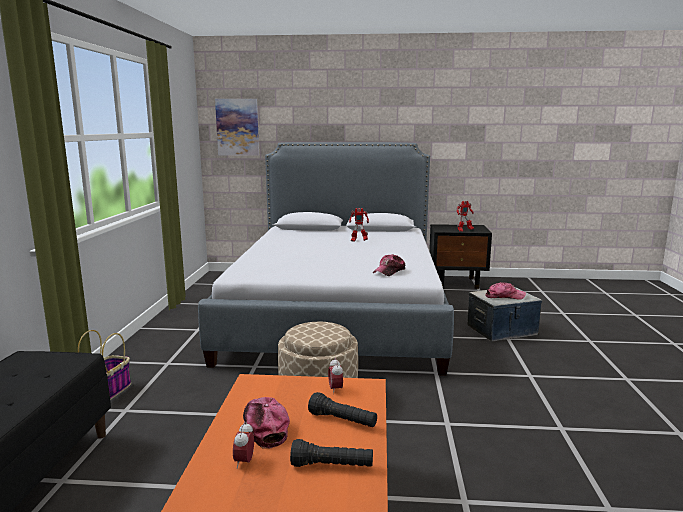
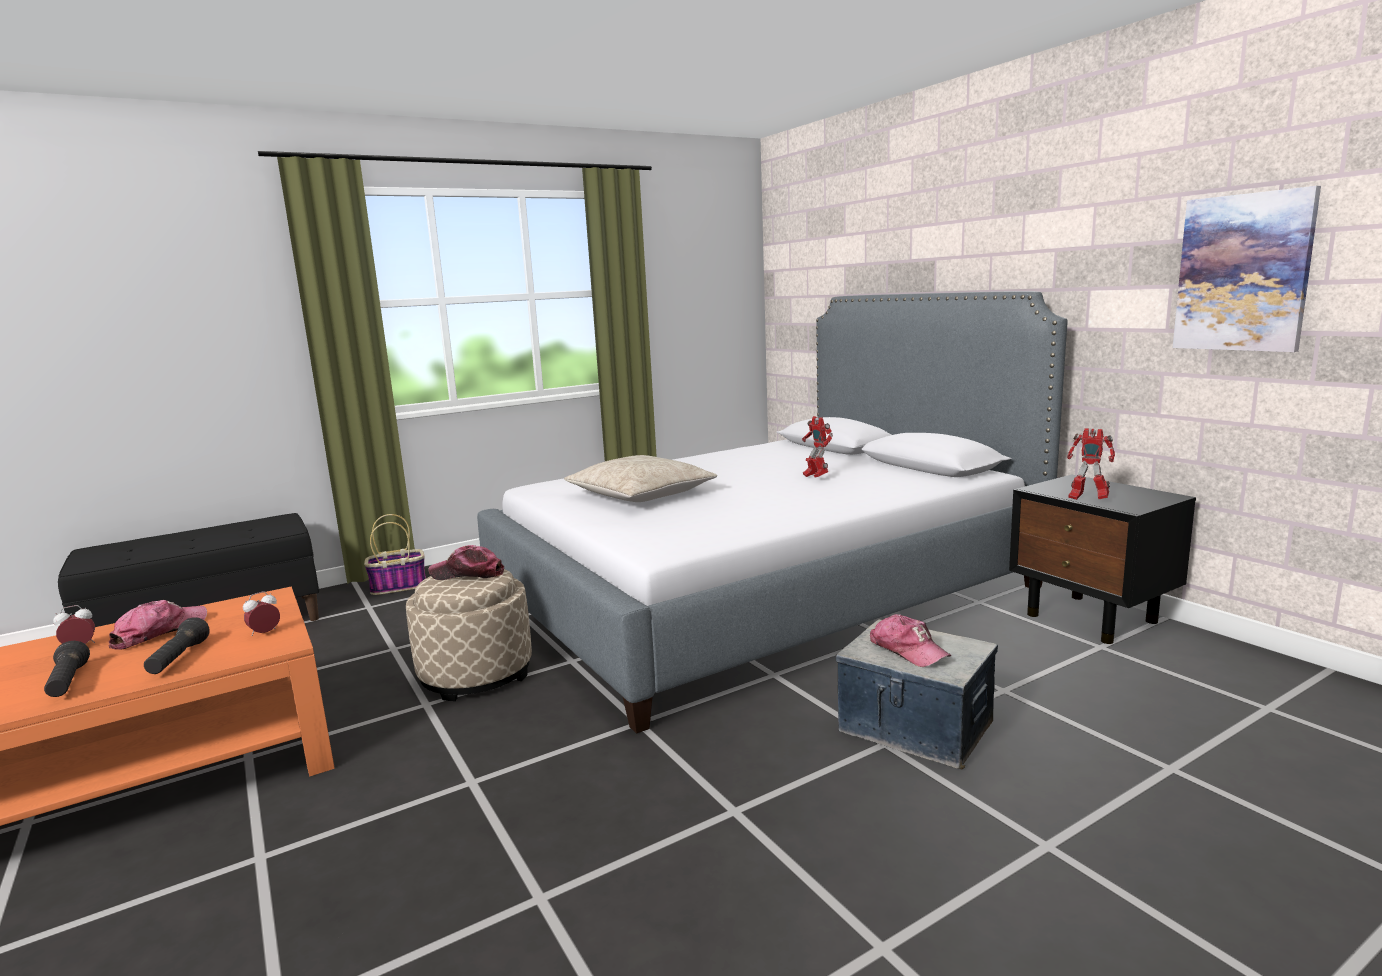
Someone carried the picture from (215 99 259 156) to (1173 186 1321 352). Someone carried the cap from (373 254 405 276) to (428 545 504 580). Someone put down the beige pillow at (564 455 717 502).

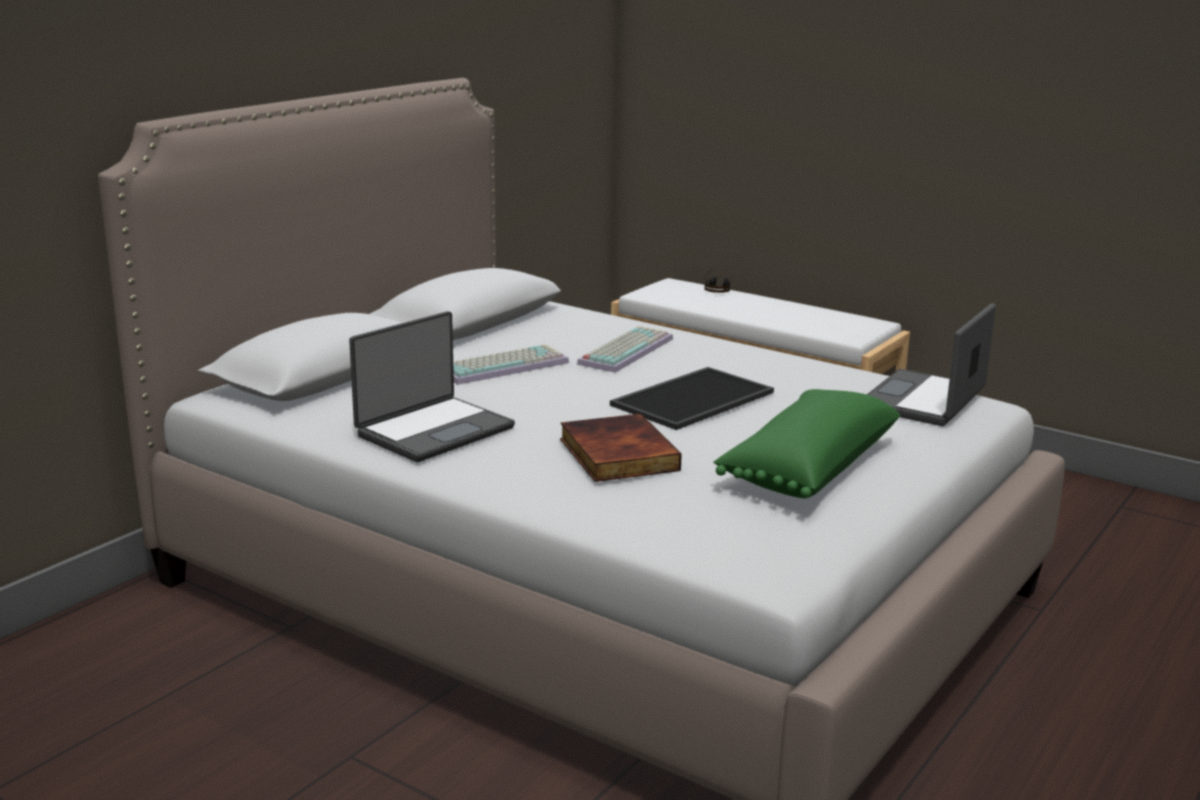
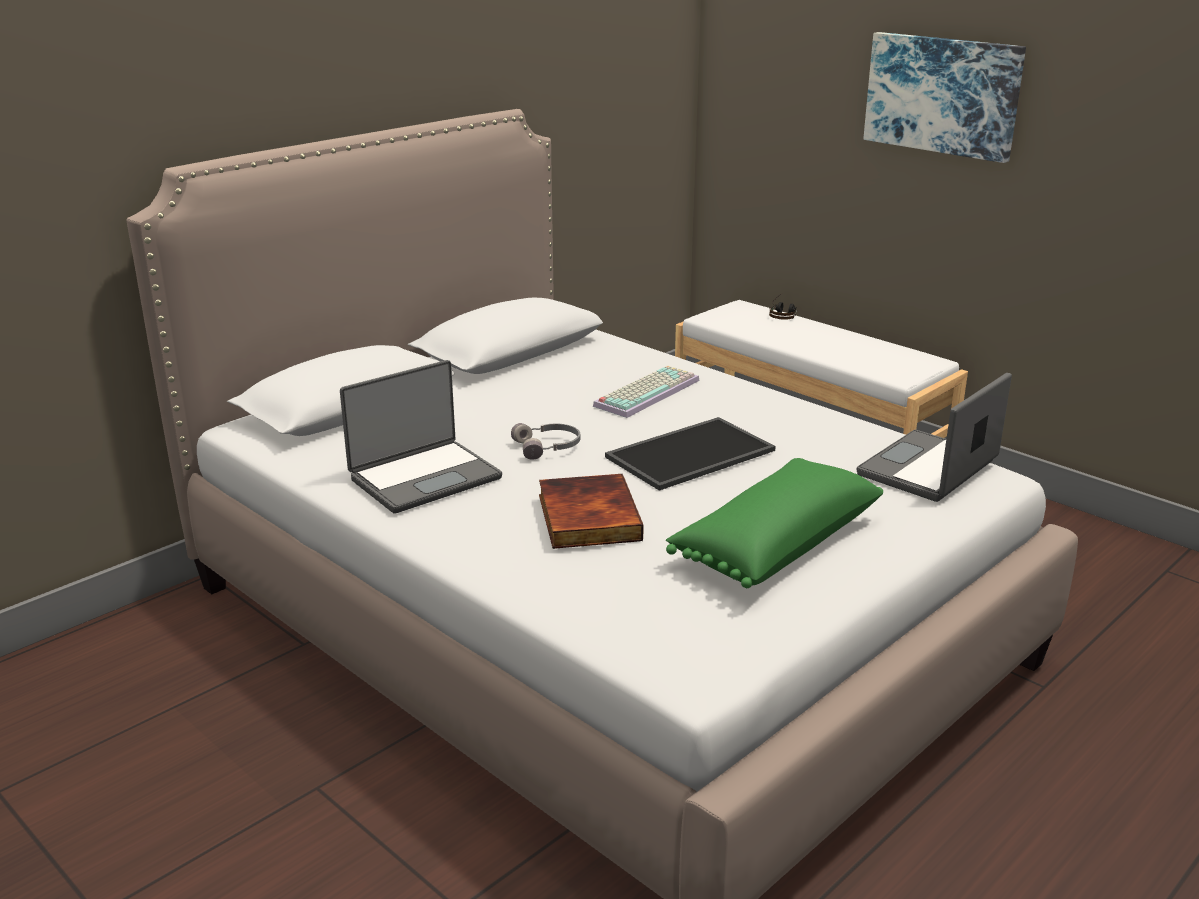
Someone took away the keyboard at (453 344 569 385). Someone put down the grey headphones at (511 423 580 460). Someone put up the picture at (864 32 1026 163).

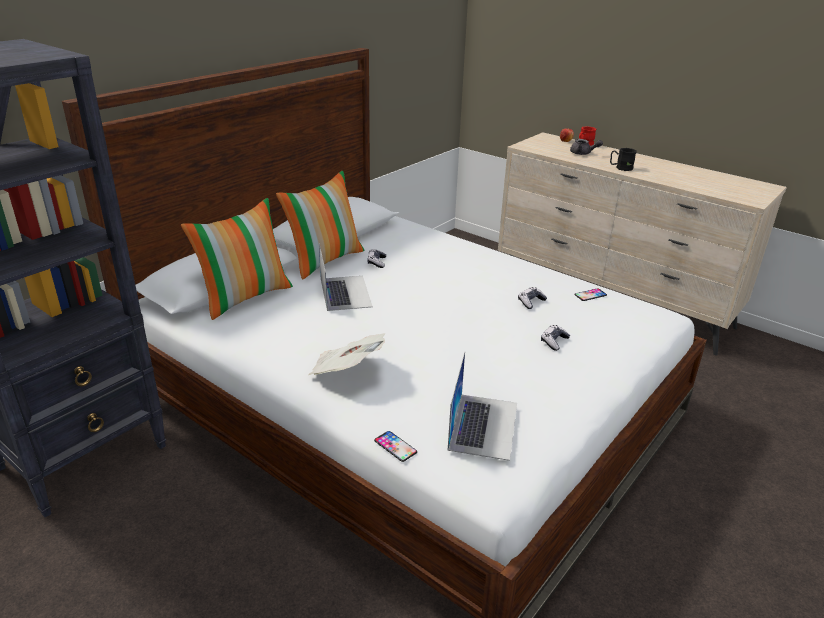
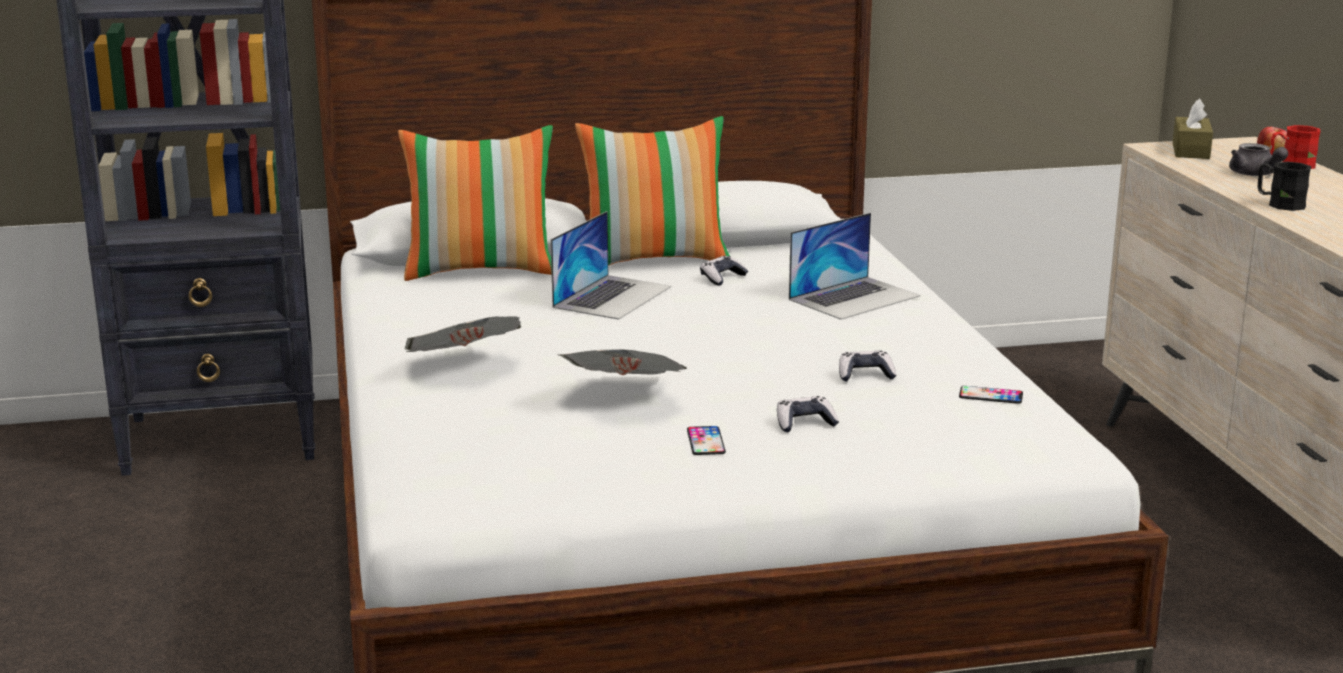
Someone carried the phone from (374 431 417 462) to (687 426 726 455). Someone carried the laptop from (448 352 517 461) to (789 213 920 320). Someone put down the newspaper at (557 349 686 375). Someone put down the brown tissue box at (1172 98 1213 159).

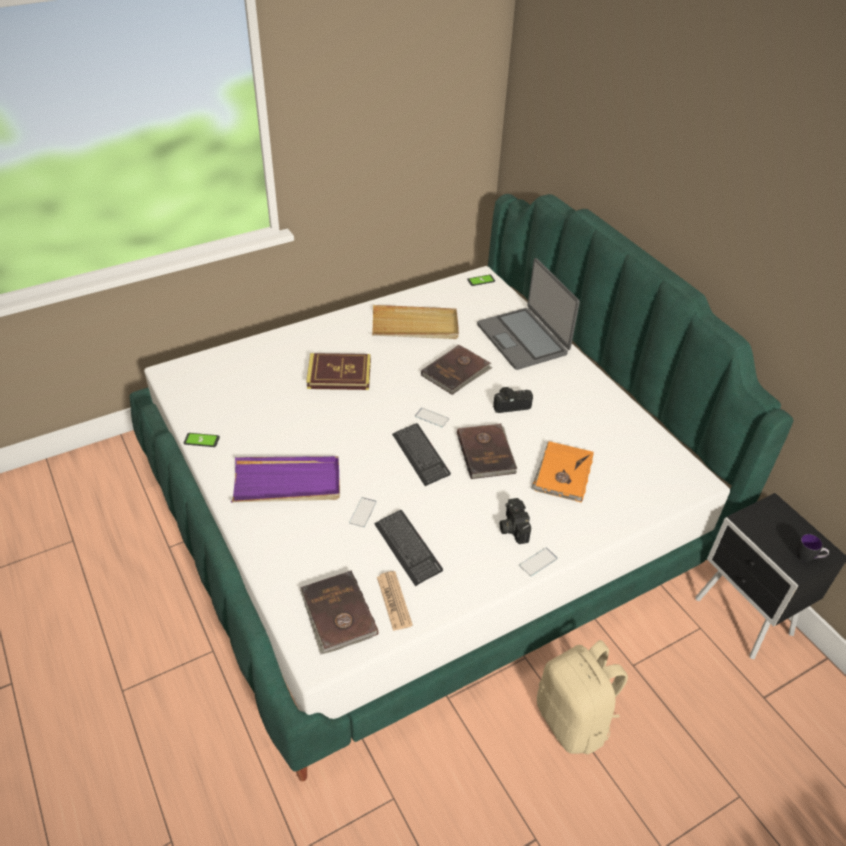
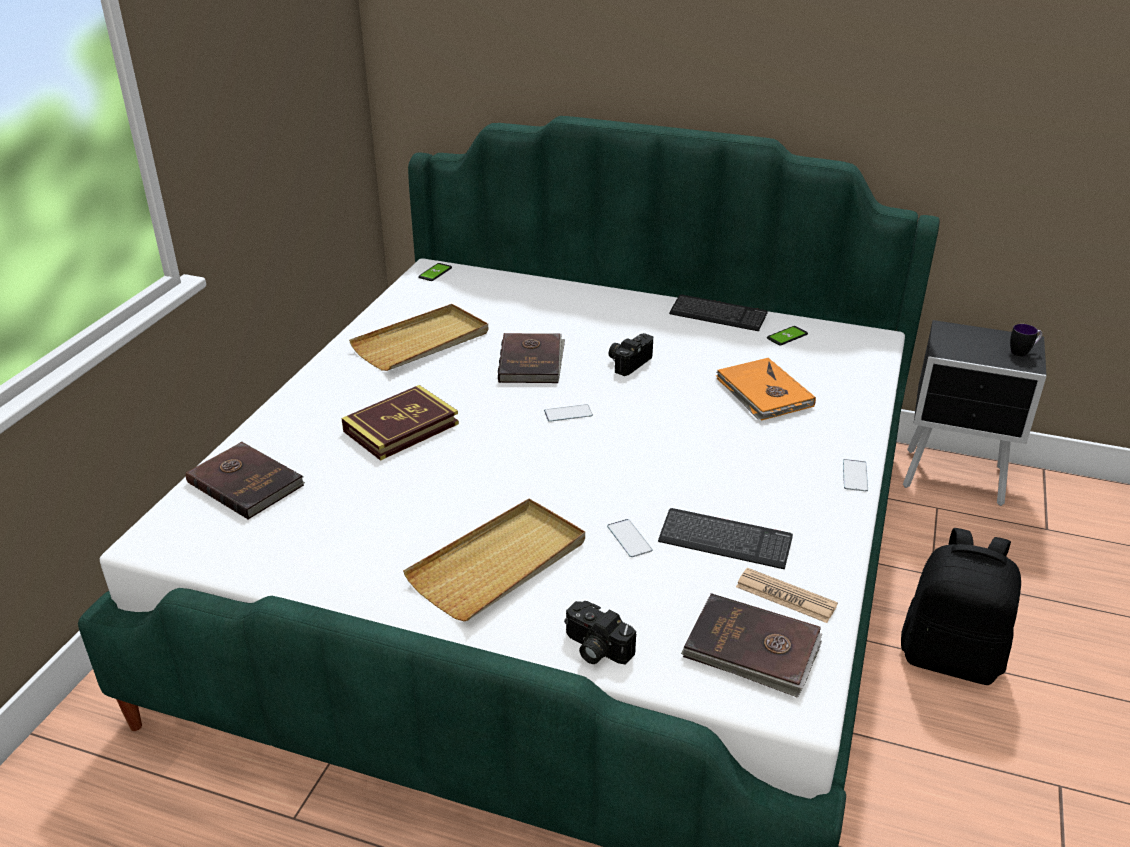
Someone carried the phone from (184 433 220 447) to (767 326 808 346). Someone repainted the purple tray at (231 456 340 502), which became the beige tray at (403 499 585 621). Someone carried the keyboard from (392 423 451 486) to (669 295 768 331). Someone carried the brown book from (457 423 517 479) to (185 441 305 520). Someone took away the laptop at (477 258 580 370). Someone carried the photo camera from (500 498 531 544) to (564 601 636 665). Someone repainted the beige backpack at (537 640 628 754), which became the black backpack at (901 528 1021 685).

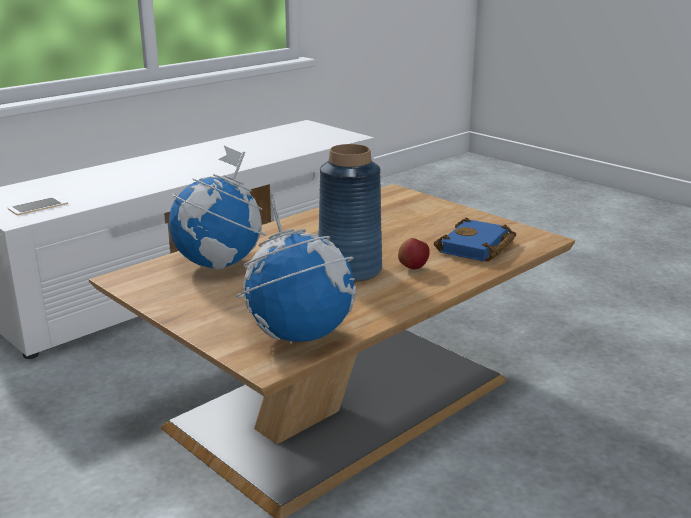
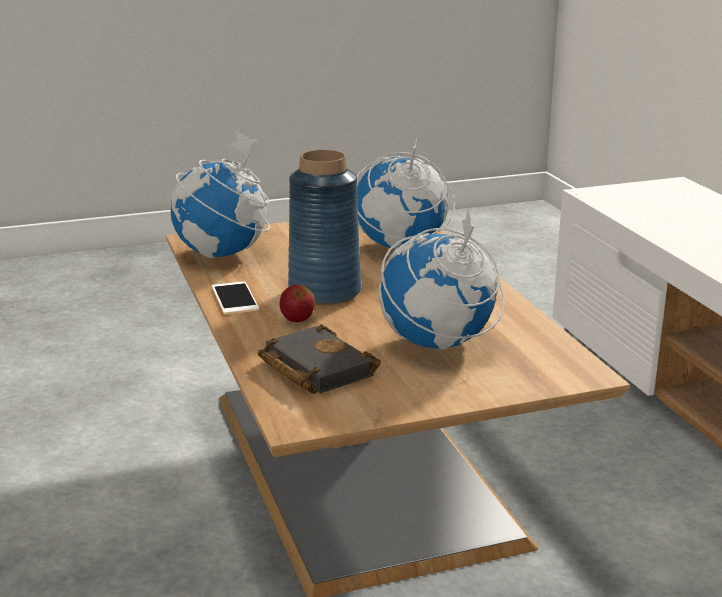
Someone carried the phone from (8 196 68 215) to (212 281 259 315). Someone repainted the blue book at (434 218 516 262), which became the black book at (257 325 381 394). Someone put down the globe at (378 209 505 350).

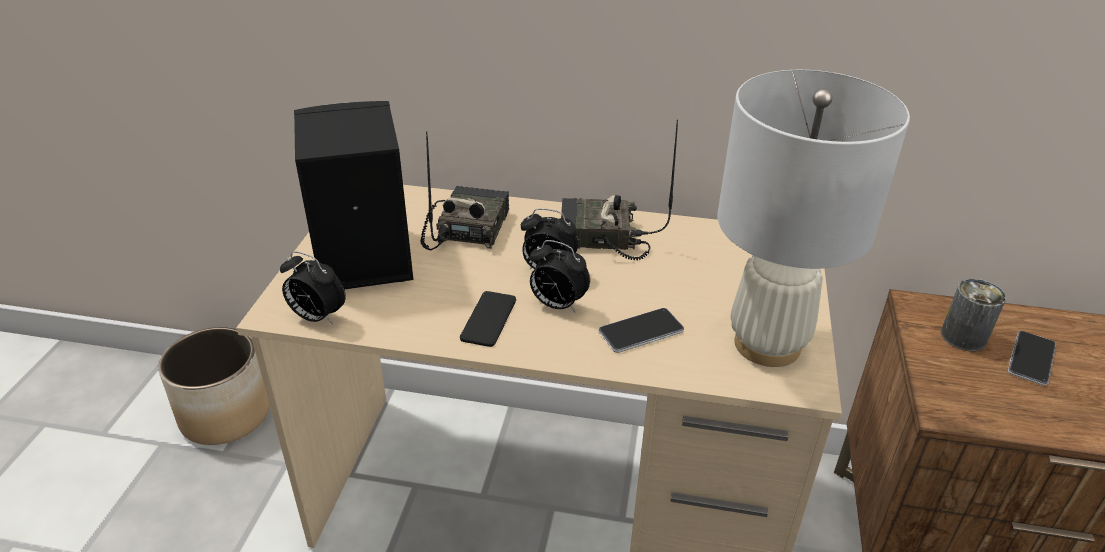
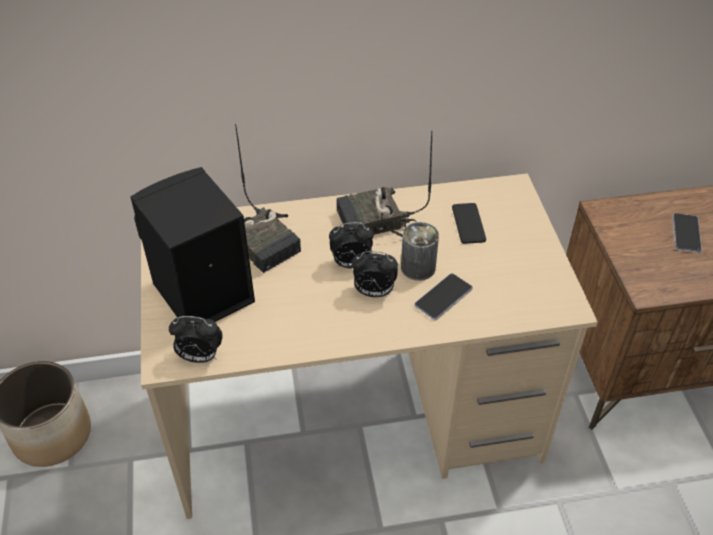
Someone rotated the radio at (421 132 509 250) by 150 degrees clockwise. Someone carried the phone from (460 291 516 347) to (452 203 486 244). Someone took away the white table lamp at (717 70 910 367). Someone carried the can from (941 279 1006 352) to (401 222 439 281).

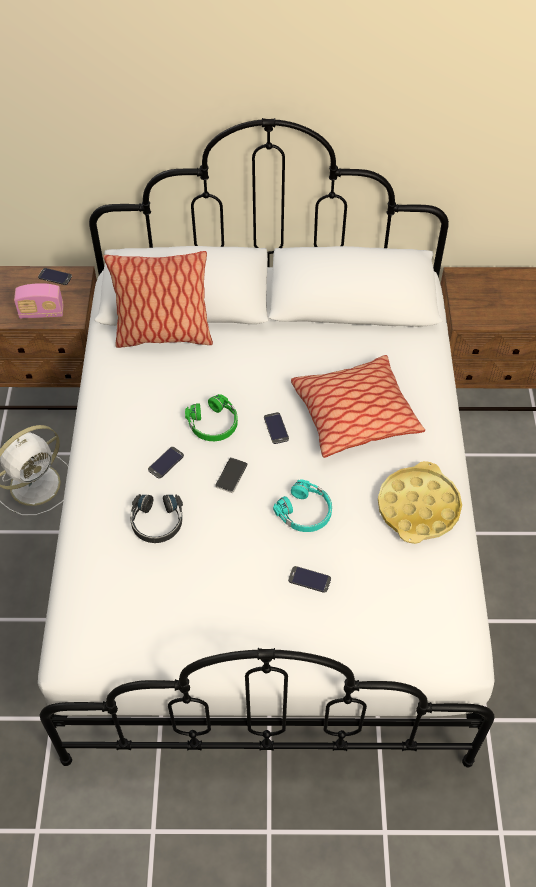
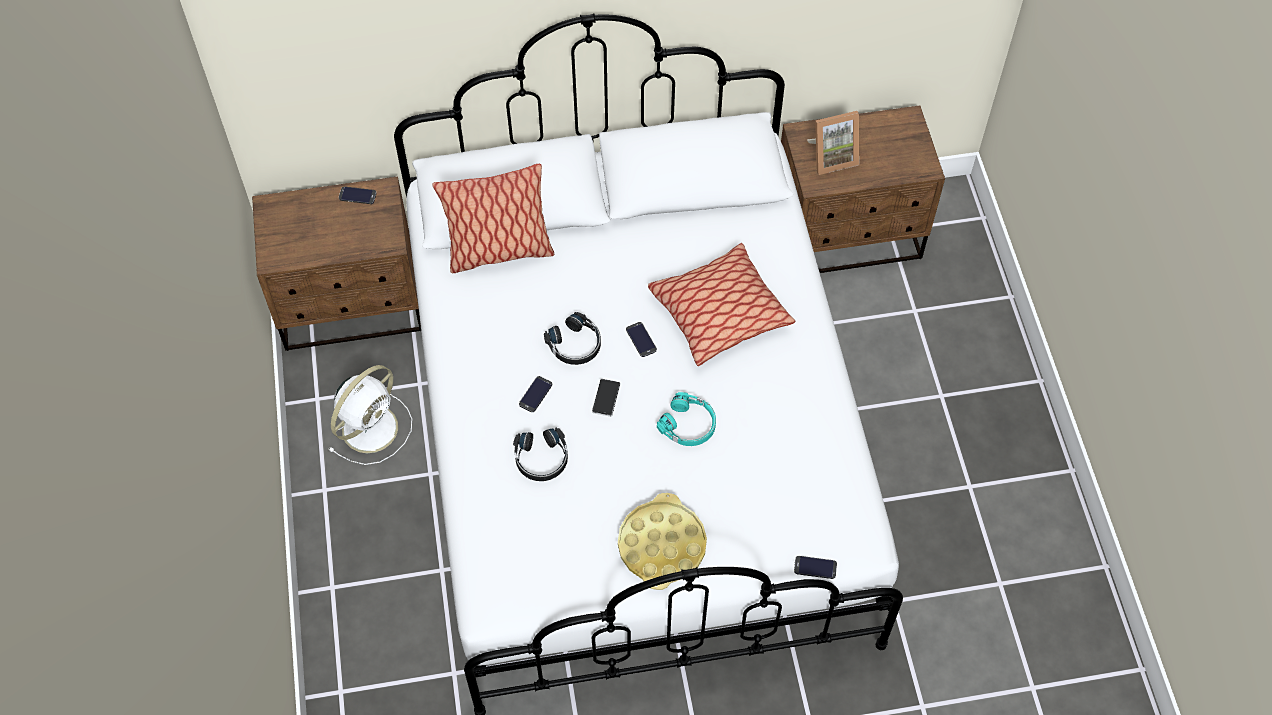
Someone took away the radio at (14 283 64 319). Someone repainted the green headphones at (185 394 238 441), which became the black headphones at (544 312 601 365). Someone carried the phone from (288 566 331 593) to (794 556 837 579). Someone carried the yellow tray from (378 461 462 544) to (618 493 707 590). Someone put down the picture frame at (807 111 859 175).

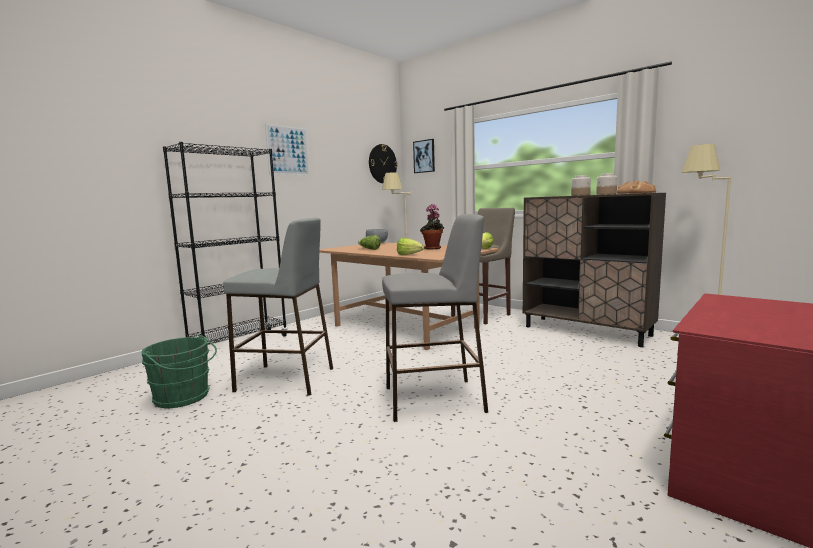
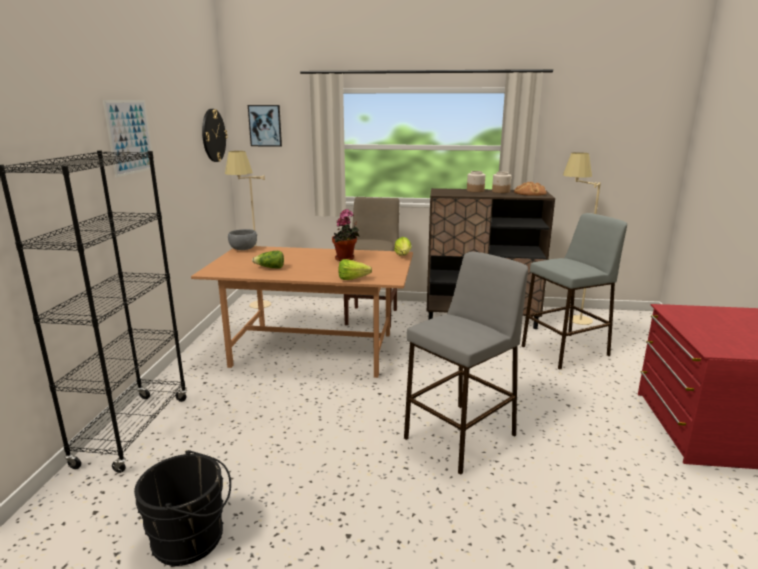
Someone repainted the green bucket at (141 335 217 408), which became the black bucket at (134 450 231 566). Someone carried the grey stool from (223 218 333 396) to (522 213 627 370).

